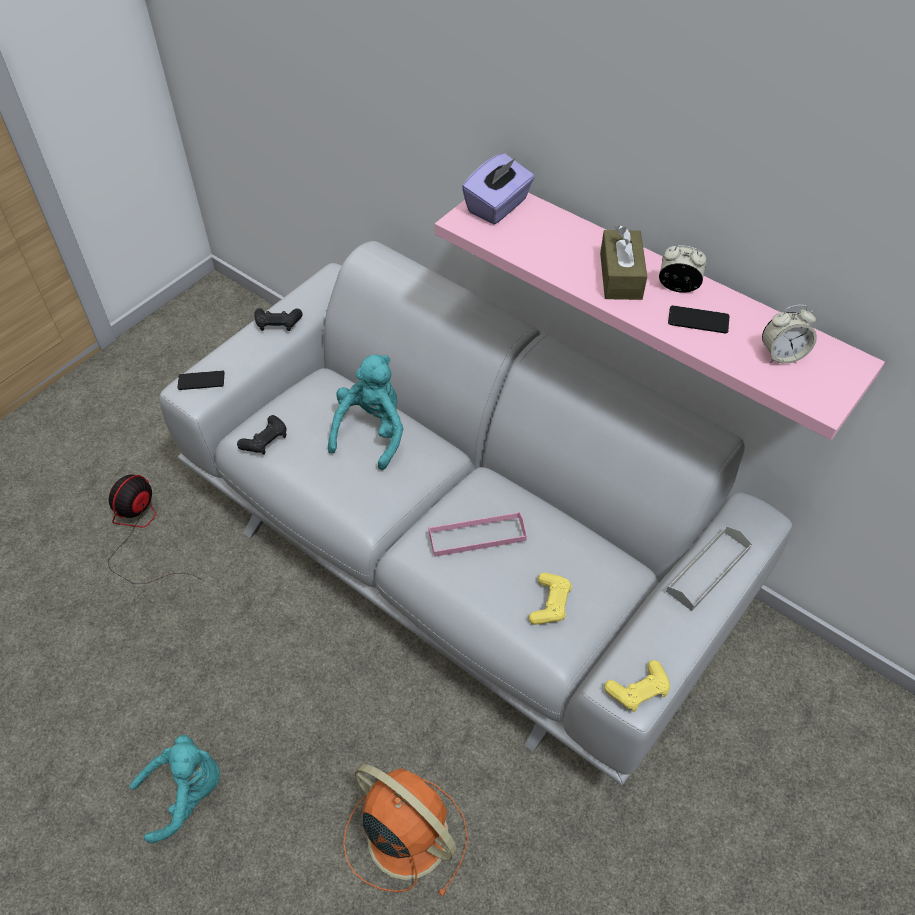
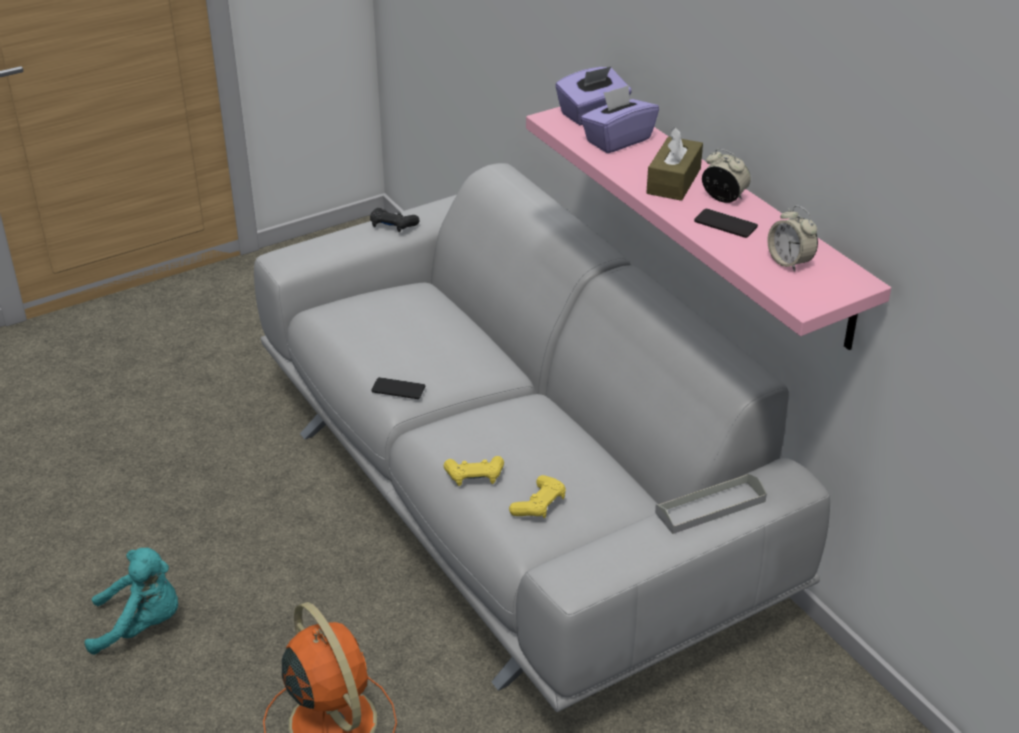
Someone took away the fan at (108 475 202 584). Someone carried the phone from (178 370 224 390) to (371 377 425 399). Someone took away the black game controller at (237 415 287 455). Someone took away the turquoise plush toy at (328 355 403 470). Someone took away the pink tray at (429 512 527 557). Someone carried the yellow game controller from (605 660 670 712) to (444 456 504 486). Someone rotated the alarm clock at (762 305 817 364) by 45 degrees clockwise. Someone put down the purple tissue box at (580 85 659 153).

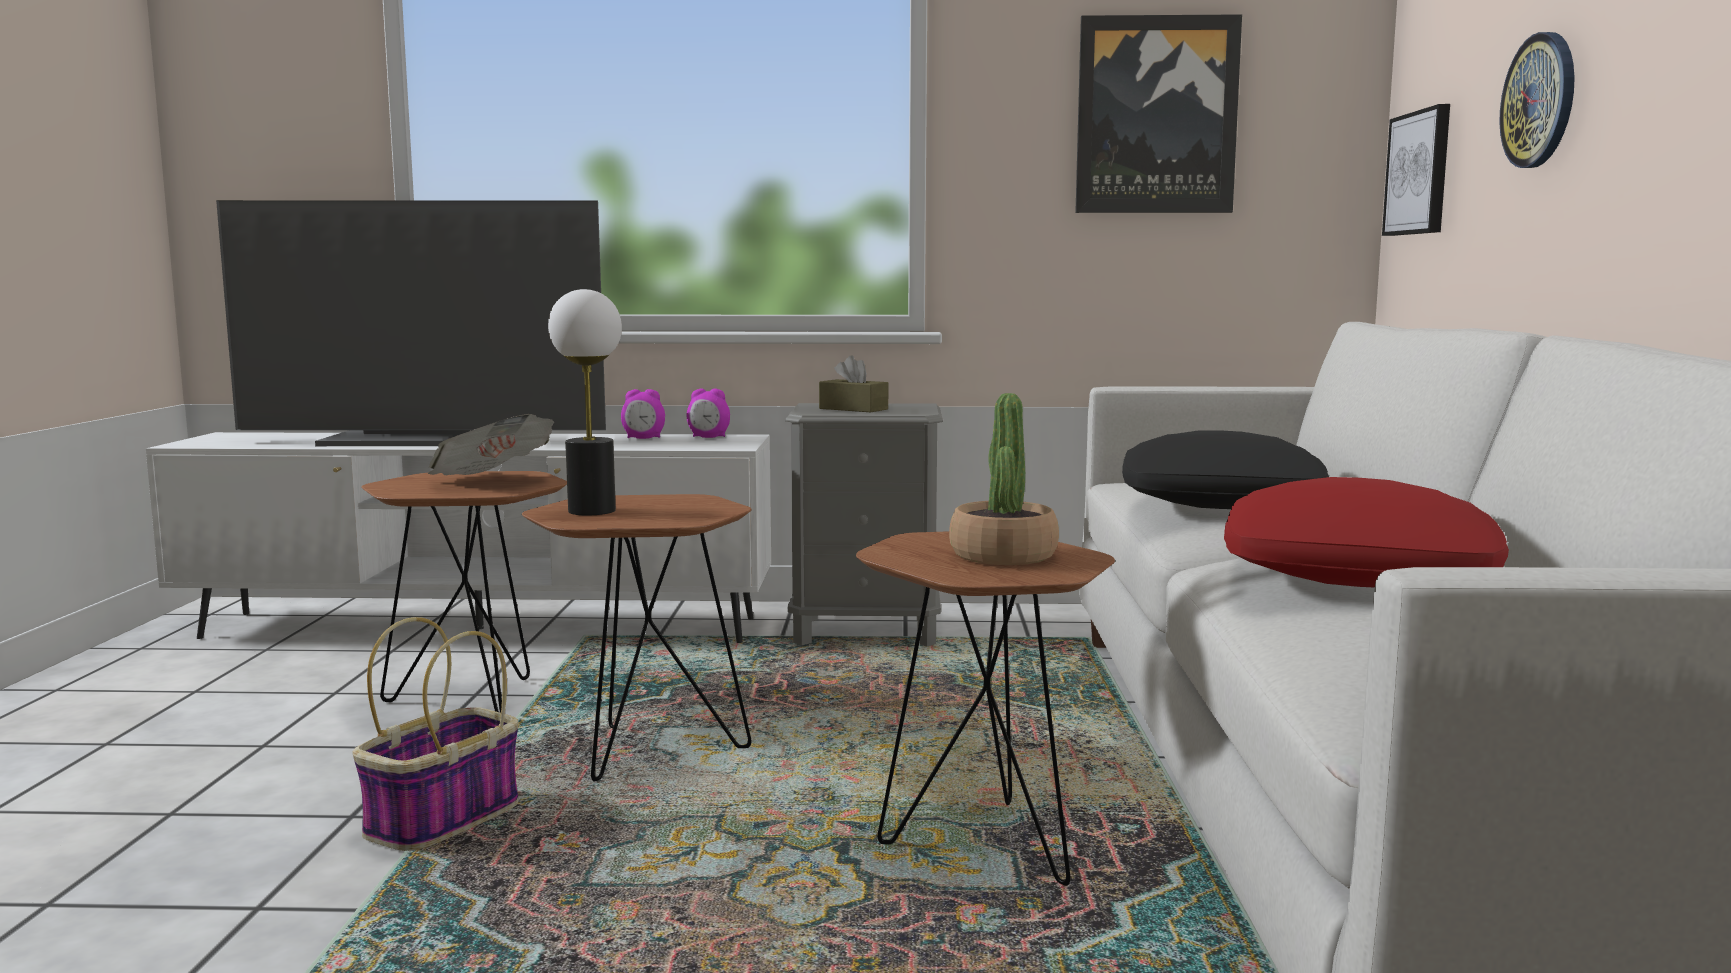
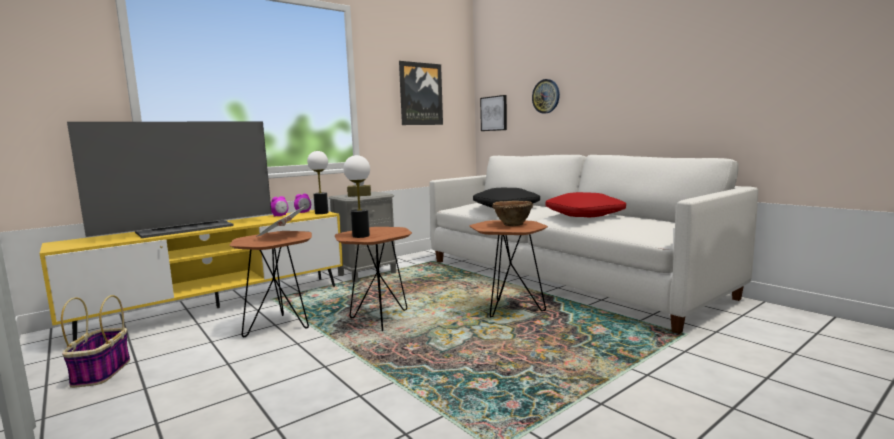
Someone repainted the white tv stand at (146 432 771 643), which became the yellow tv stand at (40 210 343 341). Someone carried the basket from (352 617 519 851) to (61 295 130 388). Someone swapped the potted plant at (949 393 1059 565) for the brown bowl at (492 201 533 226). Someone put down the table lamp at (307 151 329 214).

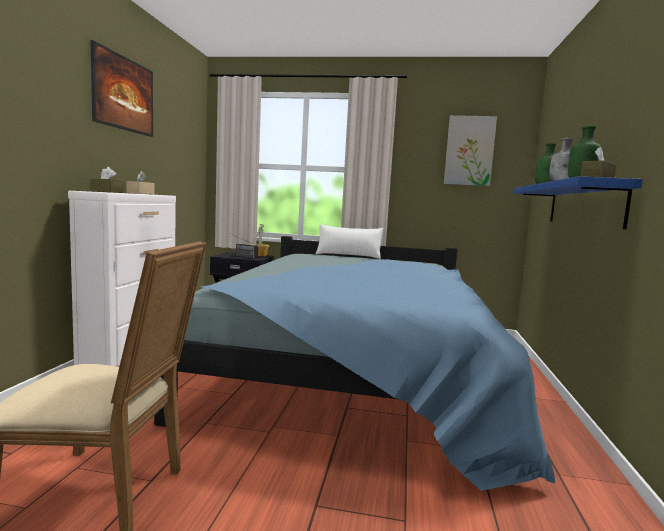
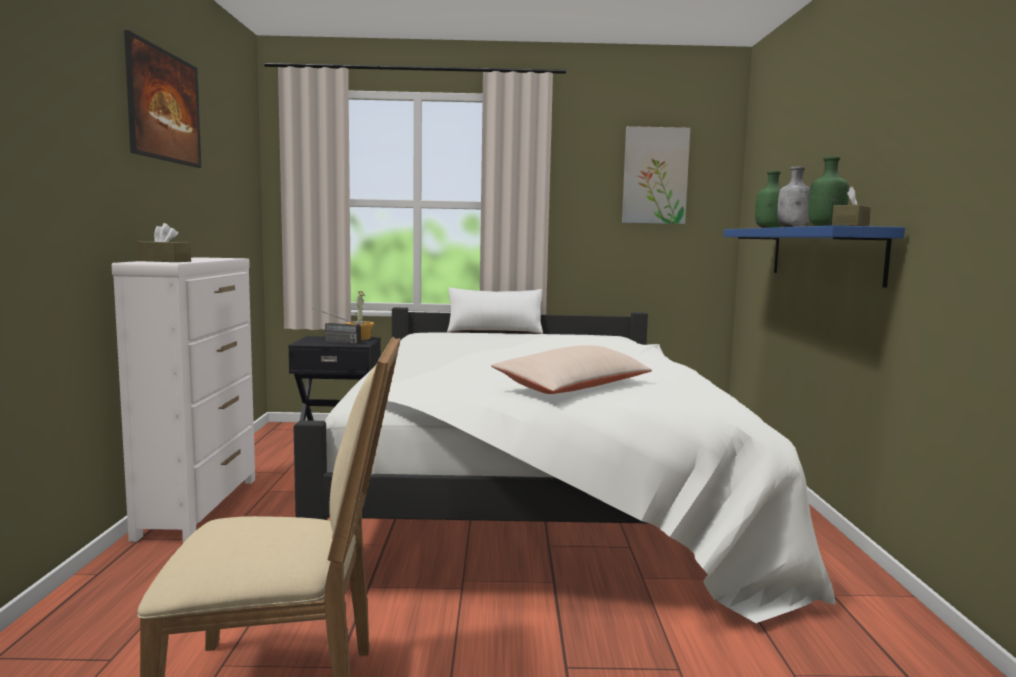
Someone took away the beige tissue box at (126 171 155 194). Someone repainted the blue bed at (154 236 555 491), which became the white bed at (293 307 835 623). Someone put down the beige pillow at (491 345 652 394).

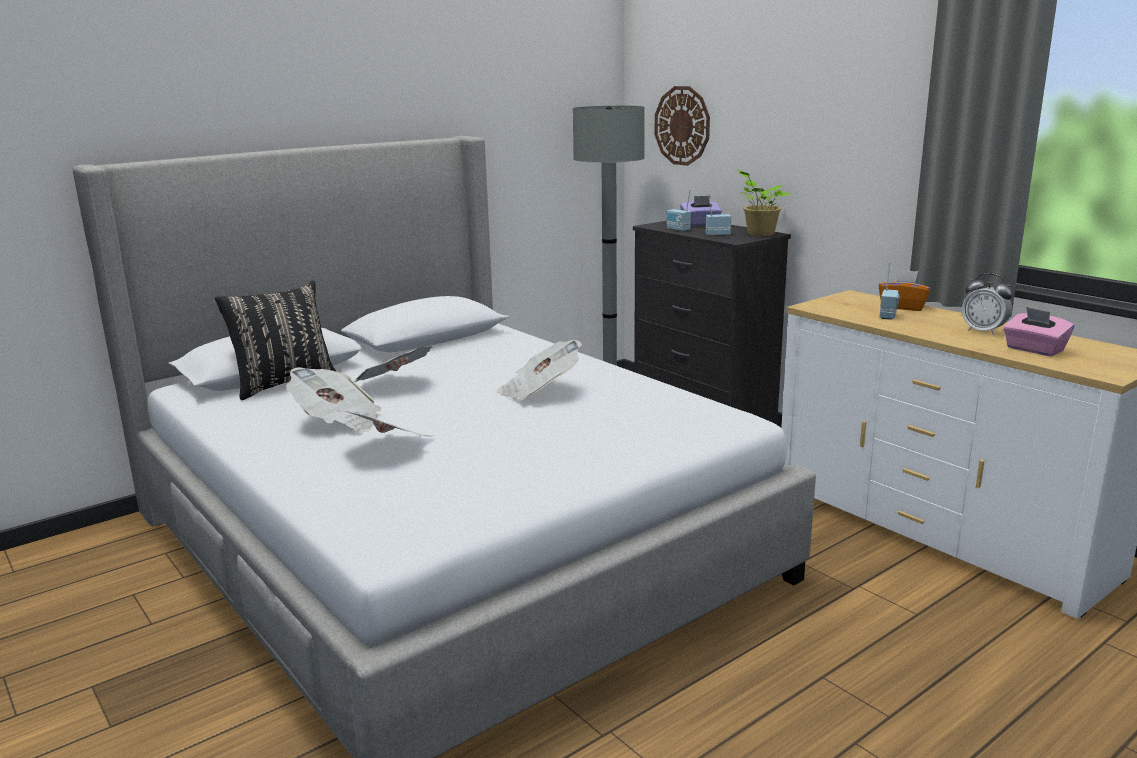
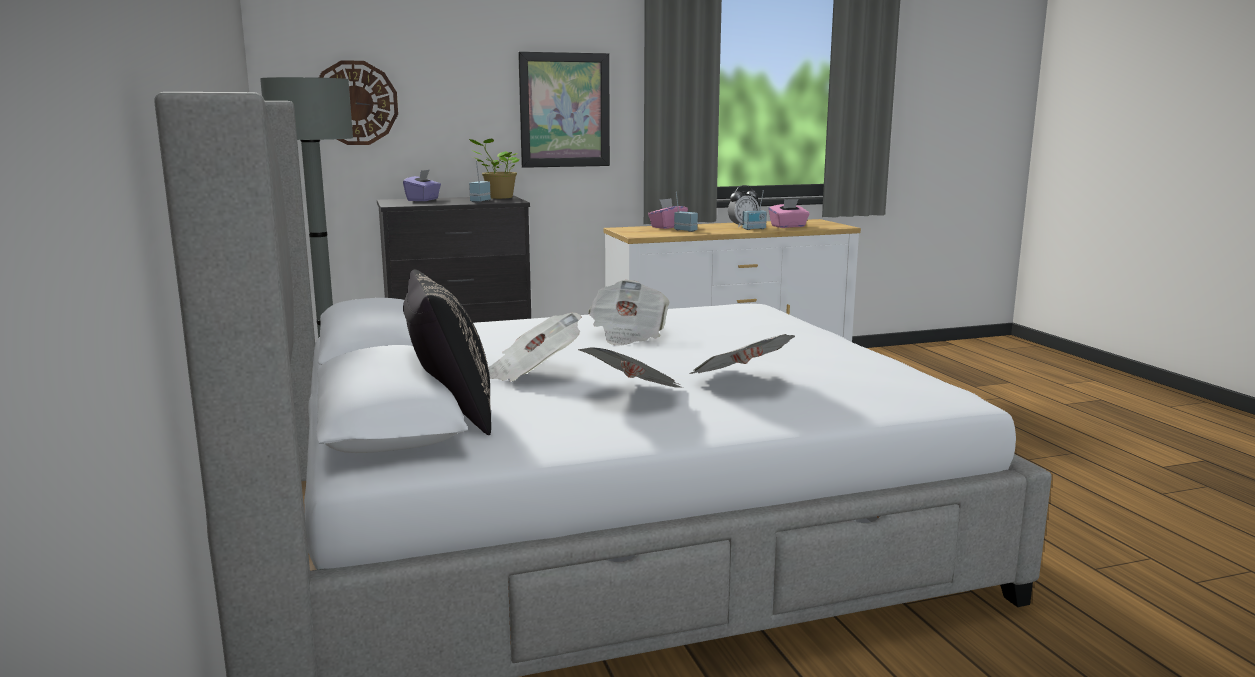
Someone carried the radio from (667 190 691 231) to (742 190 767 230). Someone repainted the orange tissue box at (879 269 931 311), which became the pink tissue box at (648 198 688 229). Someone put up the picture at (518 52 610 168).

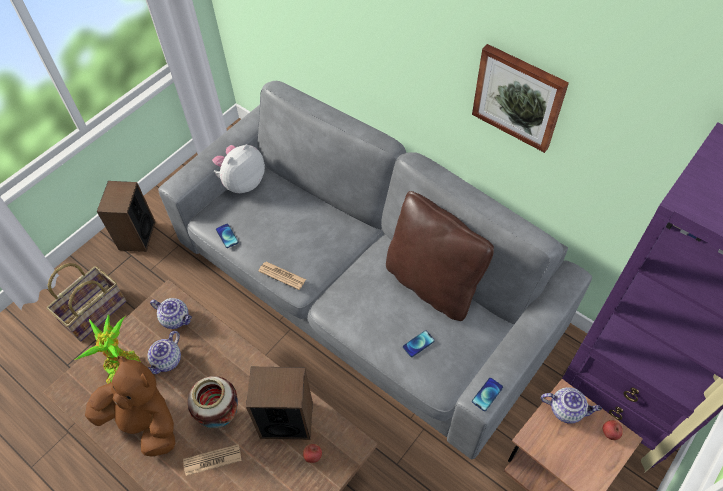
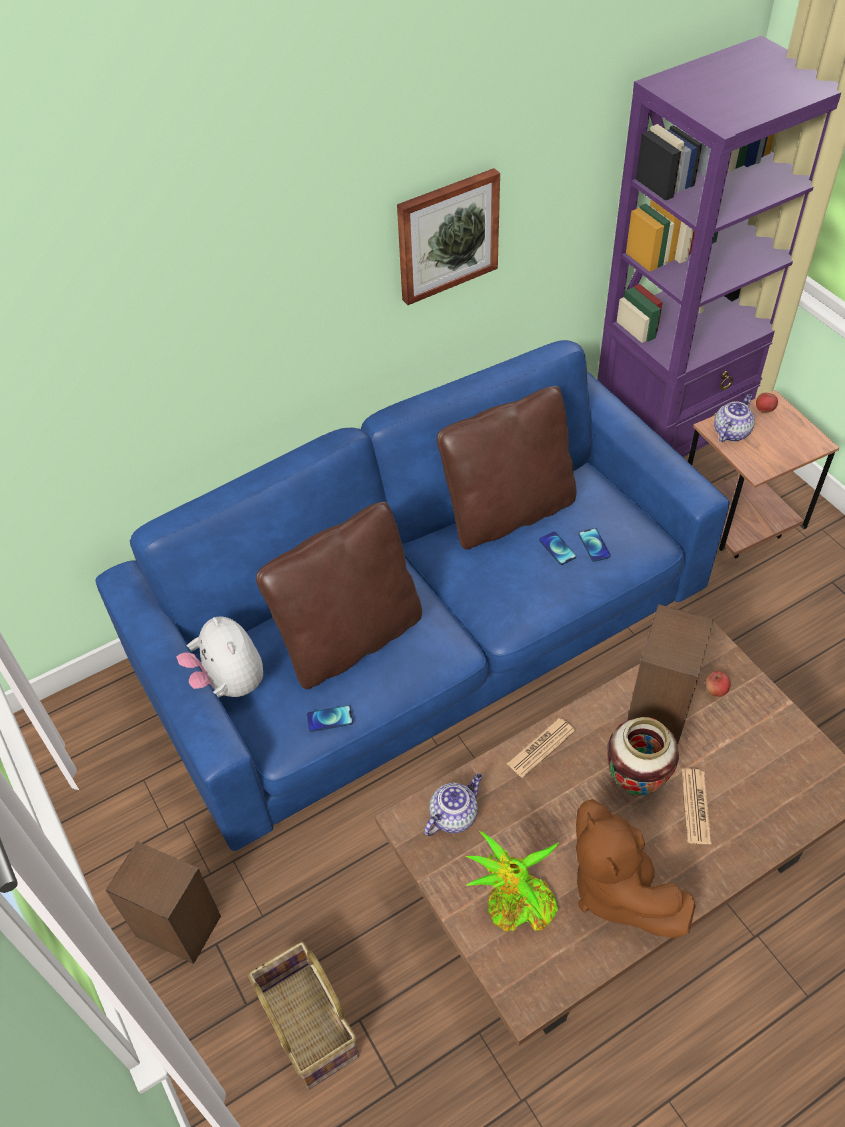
Someone rotated the brown plush toy at (85 356 175 457) by 75 degrees counterclockwise. Someone took away the teapot at (147 331 181 374). Someone repainted the grey sofa at (158 81 592 459), which became the blue sofa at (95 340 730 851). Someone carried the newspaper from (258 261 306 290) to (507 718 575 778). Someone carried the phone from (472 378 503 411) to (539 531 576 565). Someone put down the brown pillow at (256 502 422 689).

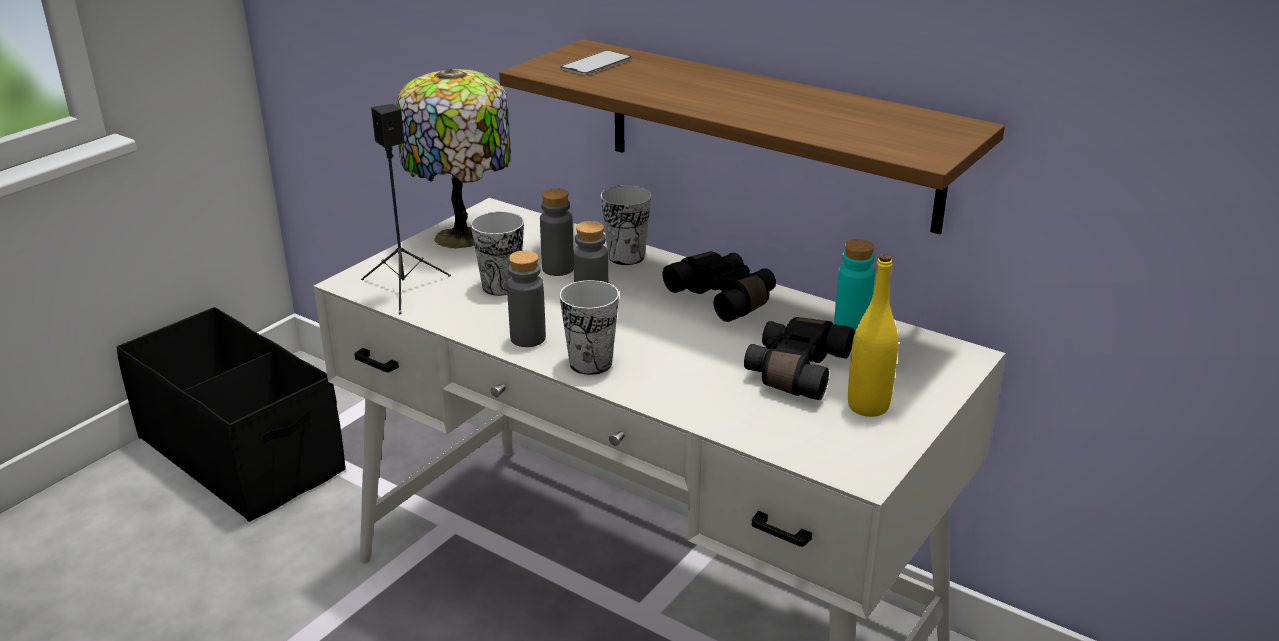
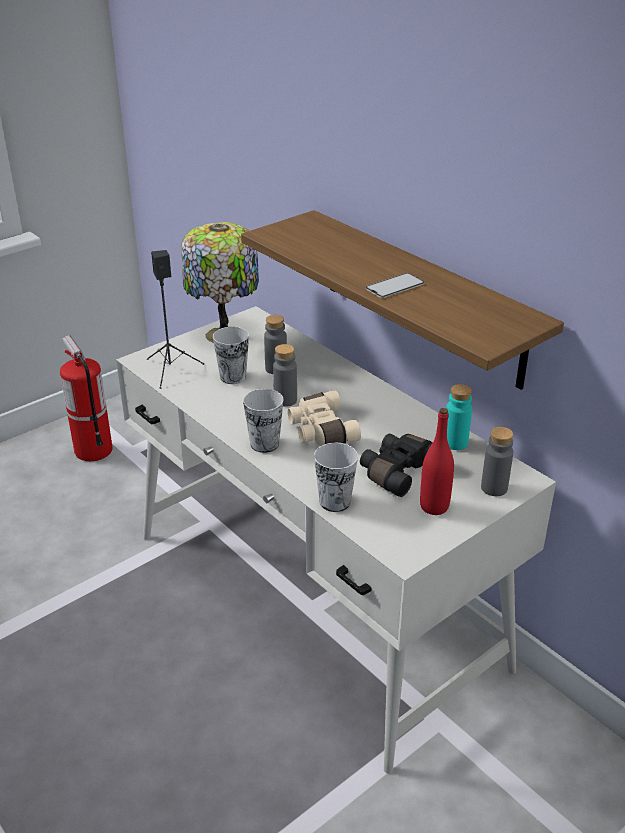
Someone swapped the black storage box at (116 307 346 522) for the fire extinguisher at (60 335 113 461). Someone carried the grey bottle from (507 251 546 347) to (481 427 513 496). Someone carried the phone from (560 50 632 75) to (365 273 425 298). Someone carried the cup from (601 185 651 265) to (314 443 358 512). Someone took away the black binoculars at (662 252 776 322). Someone repainted the yellow bottle at (848 254 898 417), which became the red bottle at (420 408 454 515). Someone put down the beige binoculars at (288 390 361 446).

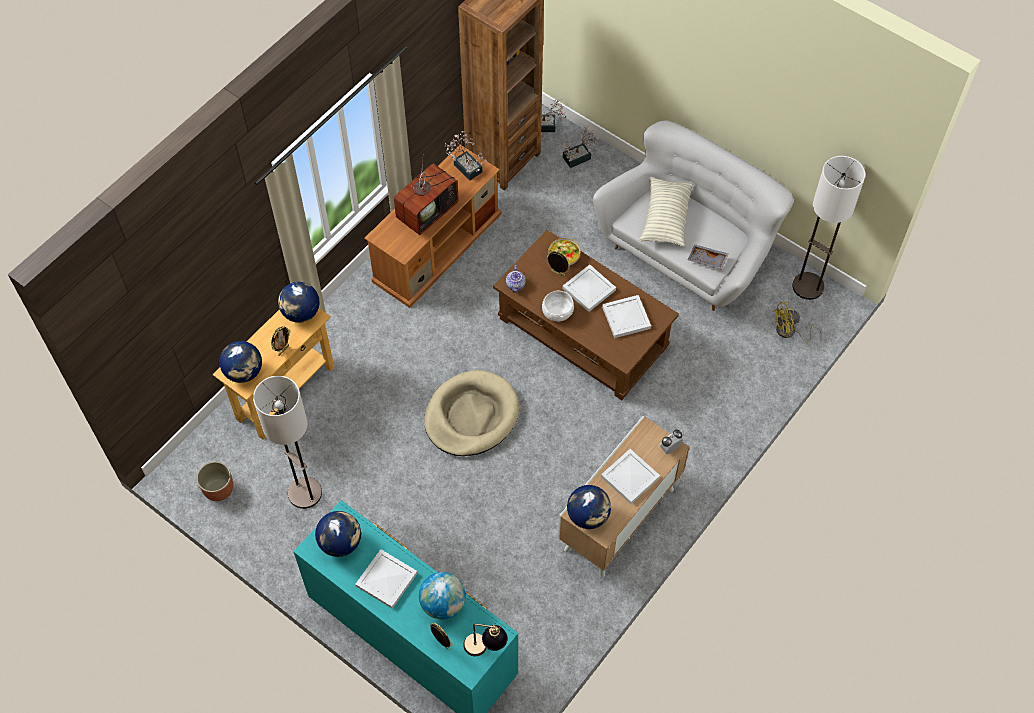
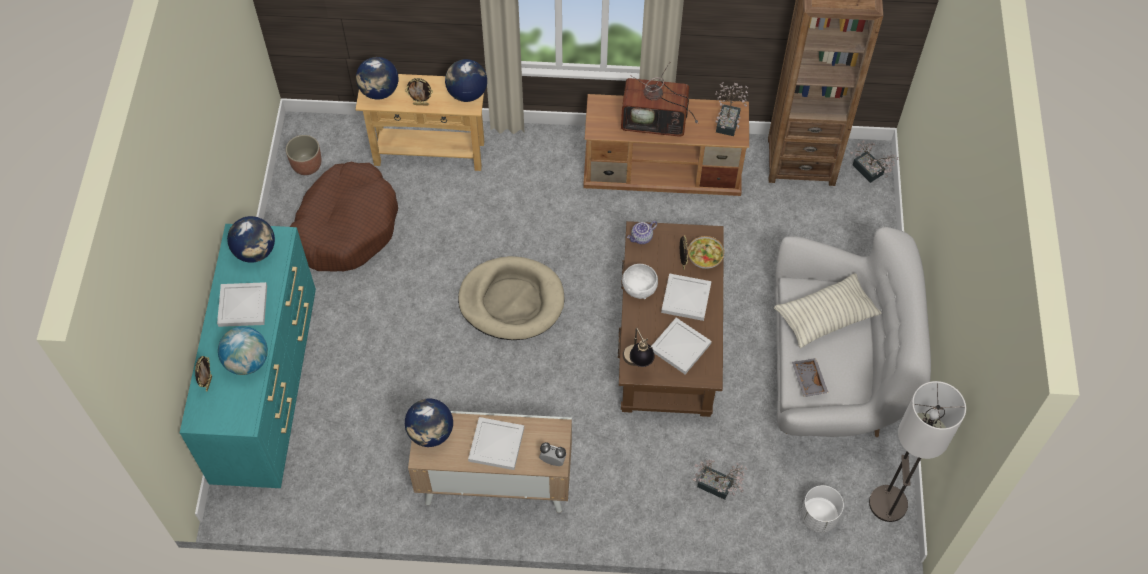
Someone swapped the floor lamp at (253 376 322 509) for the brown dog bed at (290 162 398 272). Someone carried the table lamp from (463 622 508 656) to (623 327 655 367). Someone carried the potted plant from (560 125 599 168) to (692 460 747 500). Someone swapped the yellow fan at (773 302 822 343) for the white planter at (800 485 844 533).

